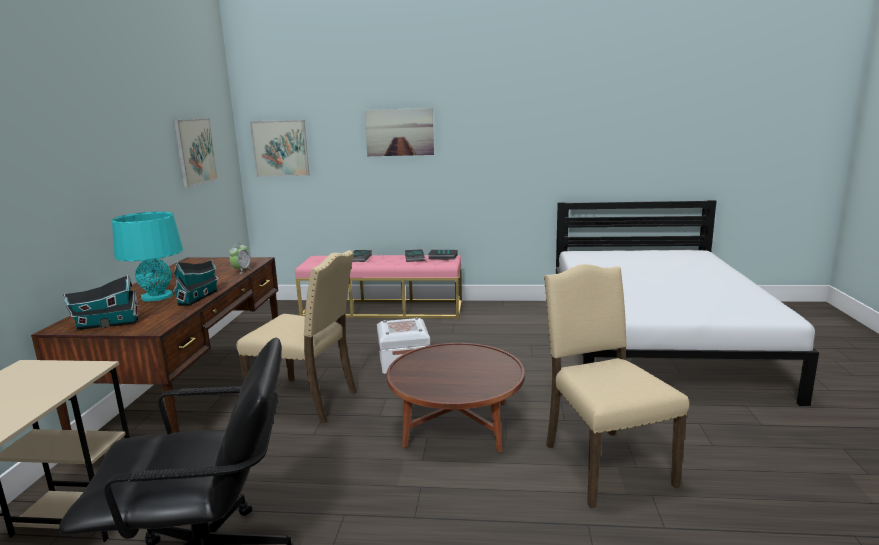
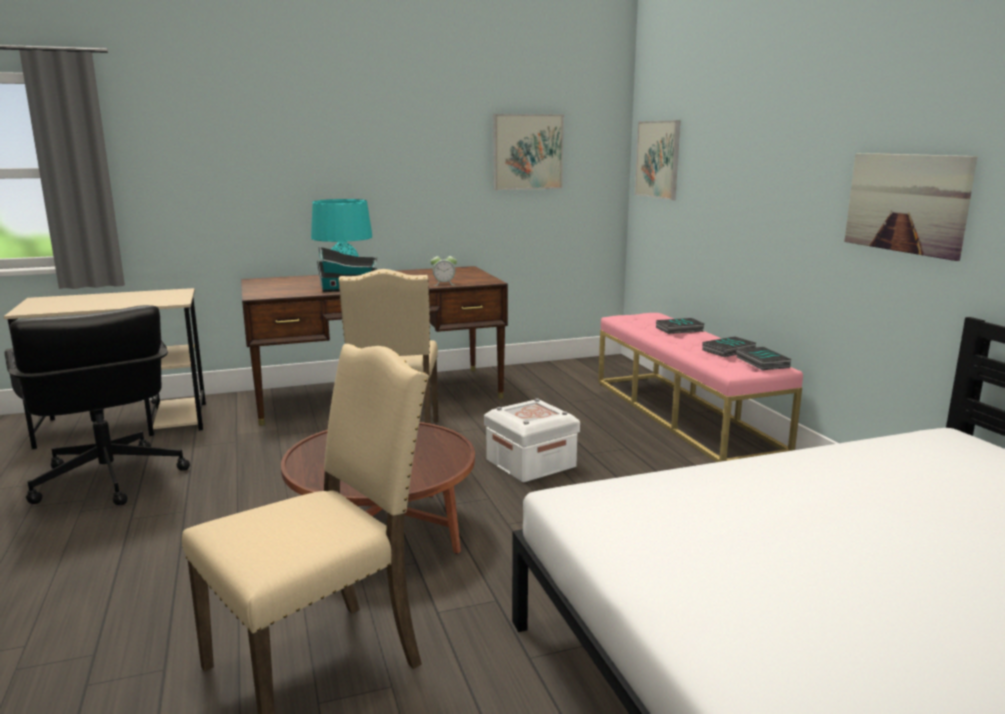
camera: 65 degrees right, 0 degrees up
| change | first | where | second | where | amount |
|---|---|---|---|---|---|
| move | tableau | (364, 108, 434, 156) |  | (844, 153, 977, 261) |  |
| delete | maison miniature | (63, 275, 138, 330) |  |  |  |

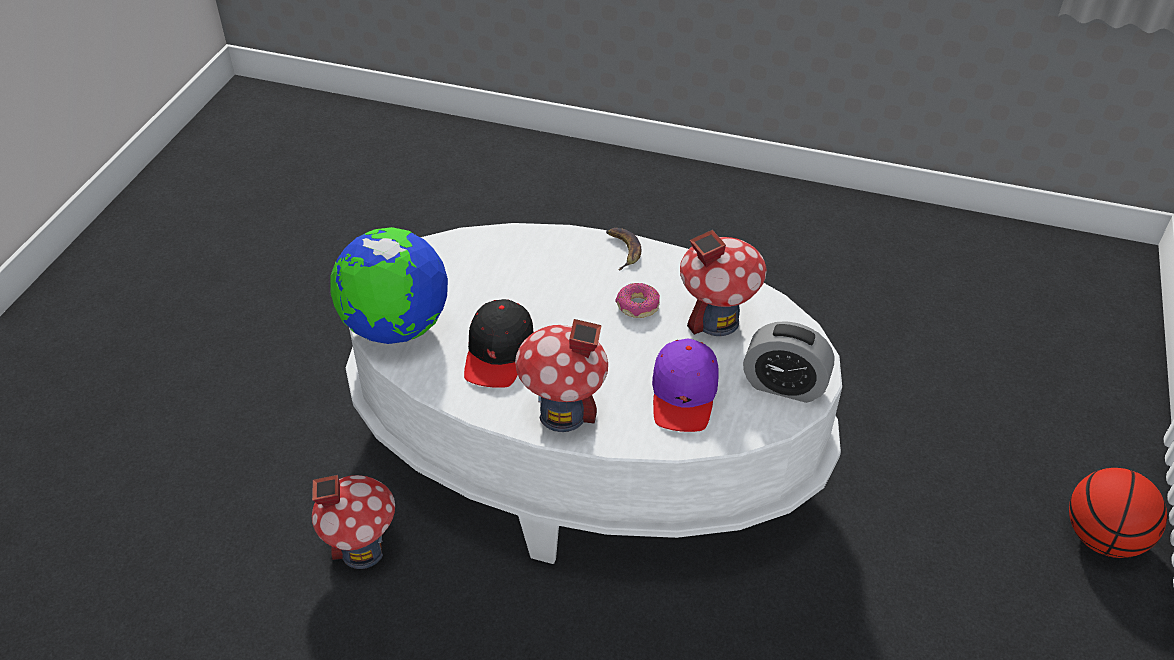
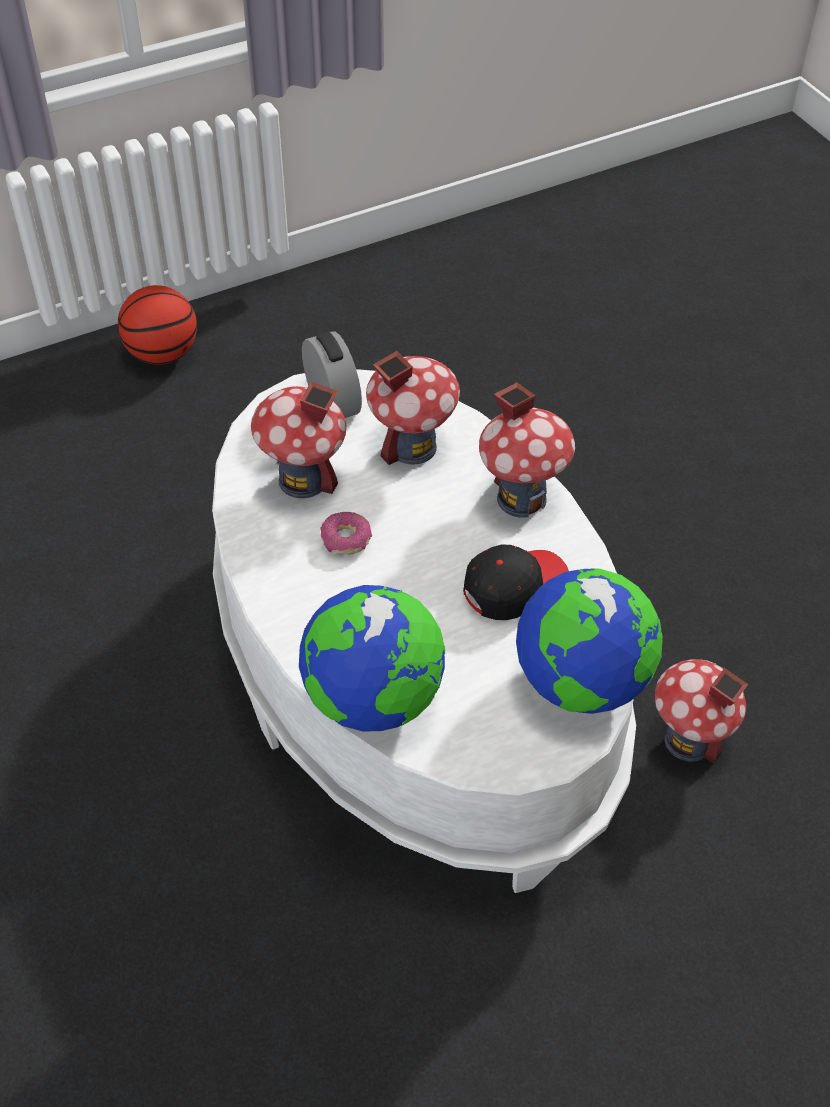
camera: 135 degrees left, 5 degrees up
| change | first | where | second | where | amount |
|---|---|---|---|---|---|
| insert |  |  | globe | (299, 585, 445, 732) |  |
| replace | casquette [violet] | (652, 339, 719, 432) | maison miniature | (366, 351, 460, 465) |  |
| delete | banane | (606, 228, 641, 270) |  |  |  |

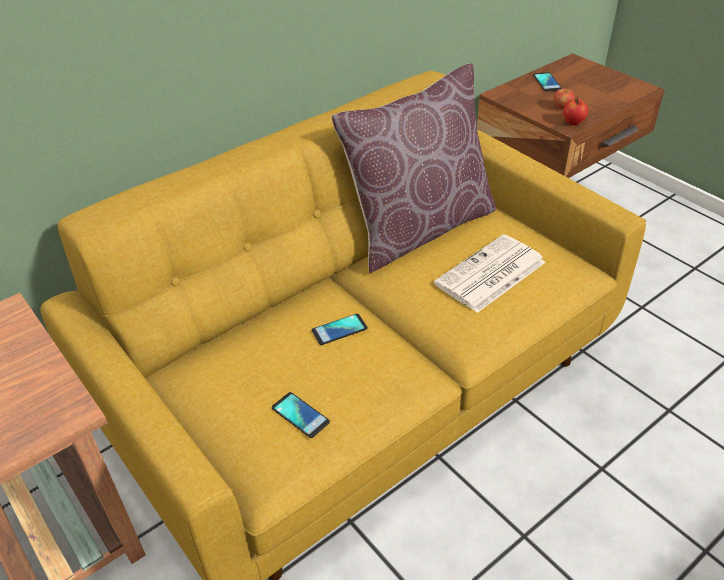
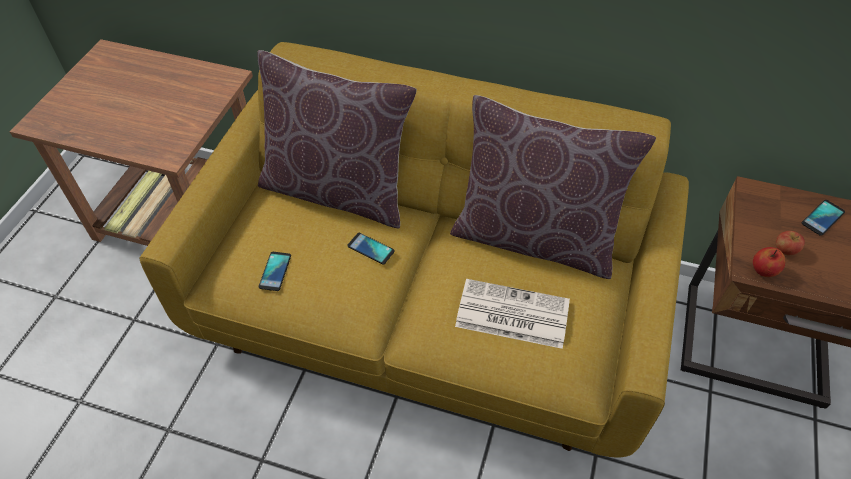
camera: 55 degrees right, 10 degrees up
| change | first | where | second | where | amount |
|---|---|---|---|---|---|
| insert |  |  | coussin [marron] | (257, 50, 417, 228) |  |

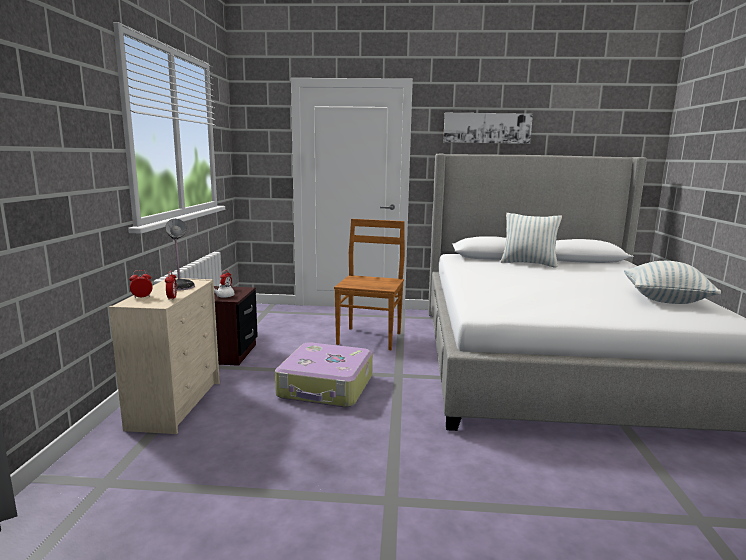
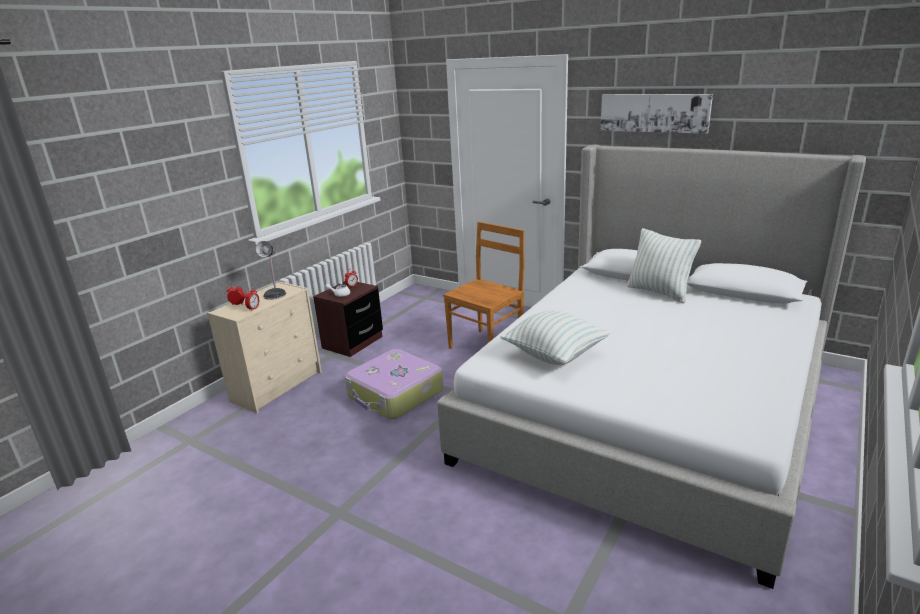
camera: 30 degrees right, 10 degrees up
| change | first | where | second | where | amount |
|---|---|---|---|---|---|
| move | coussin | (624, 261, 721, 304) |  | (500, 310, 610, 365) |  |

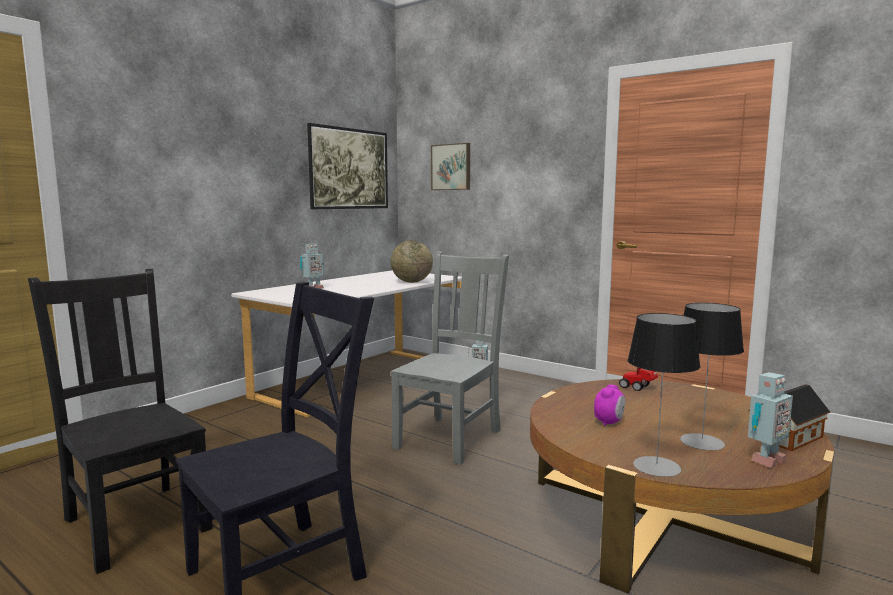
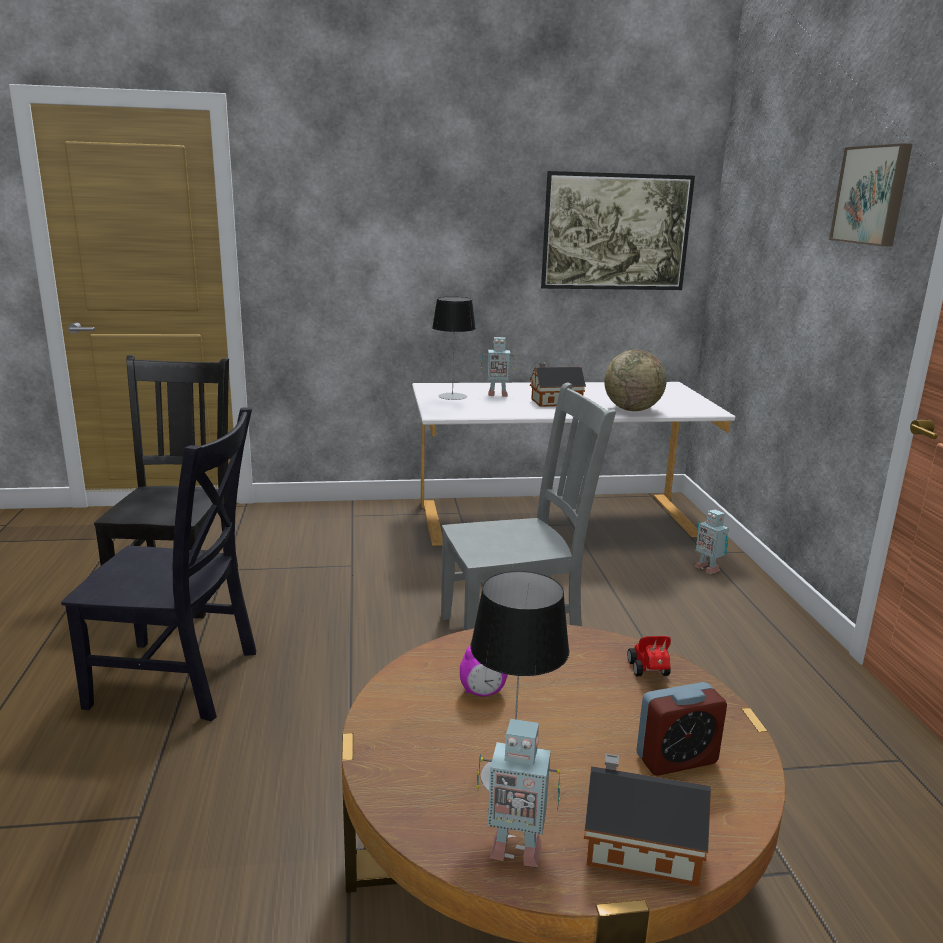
camera: 45 degrees right, 10 degrees up
| change | first | where | second | where | amount |
|---|---|---|---|---|---|
| move | lampe de table | (627, 313, 700, 477) |  | (432, 297, 476, 400) |  |
| insert |  |  | maison miniature | (530, 363, 586, 407) |  |
| insert |  |  | réveil | (636, 682, 727, 776) |  |
| move | tableau | (431, 143, 470, 190) |  | (829, 143, 912, 247) |  |

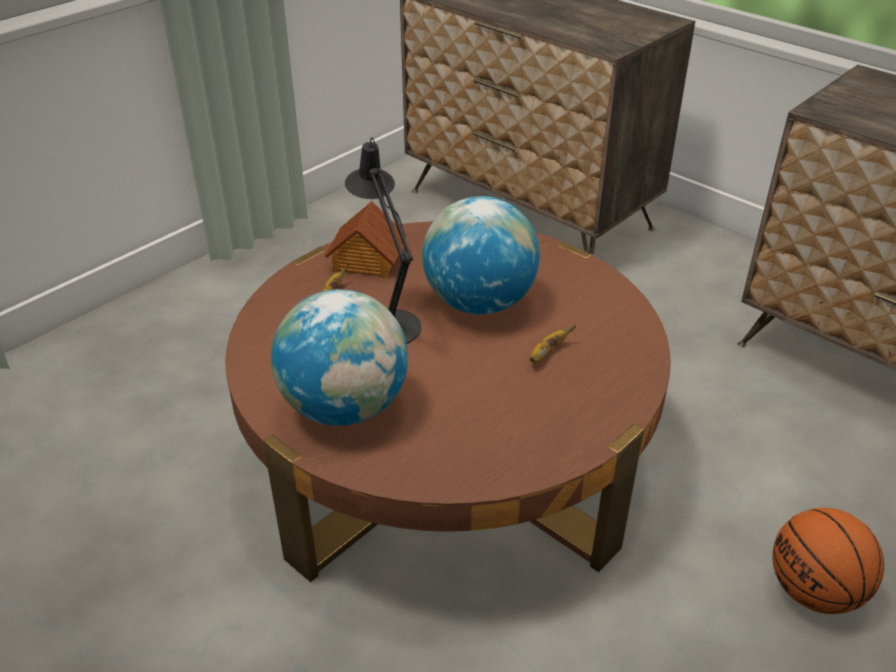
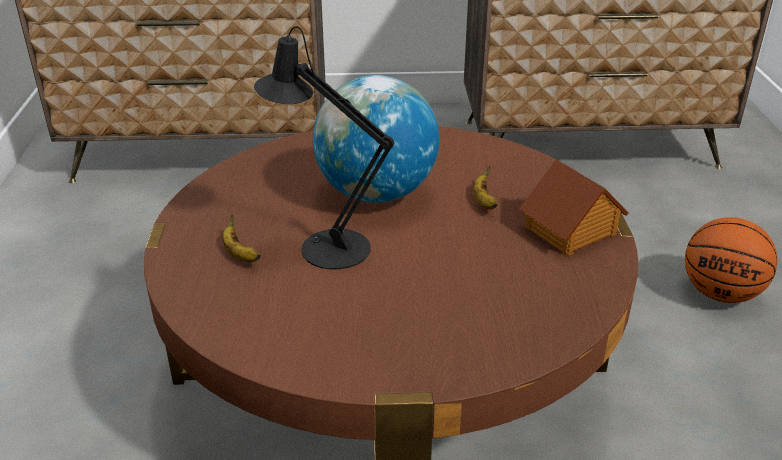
camera: 45 degrees left, 5 degrees down
| change | first | where | second | where | amount |
|---|---|---|---|---|---|
| move | maison miniature | (325, 201, 407, 278) |  | (519, 159, 629, 256) |  |
| delete | globe | (271, 289, 408, 426) |  |  |  |

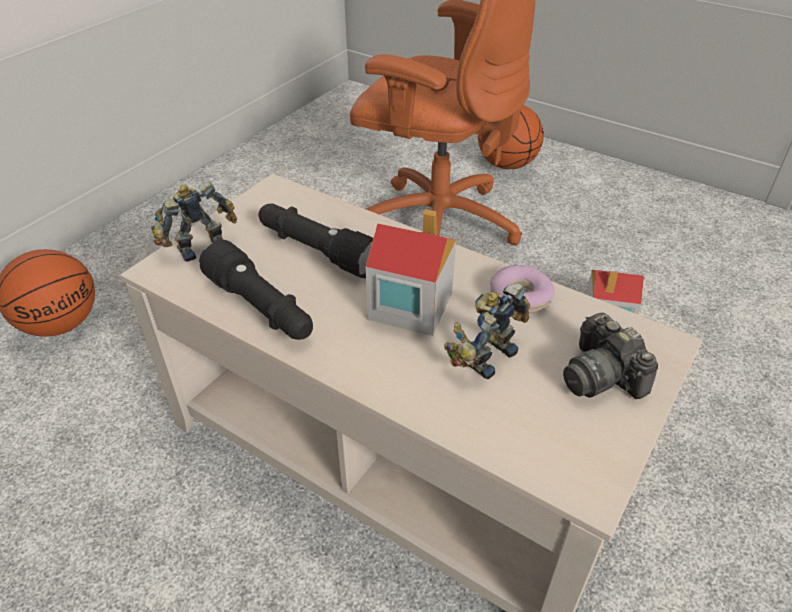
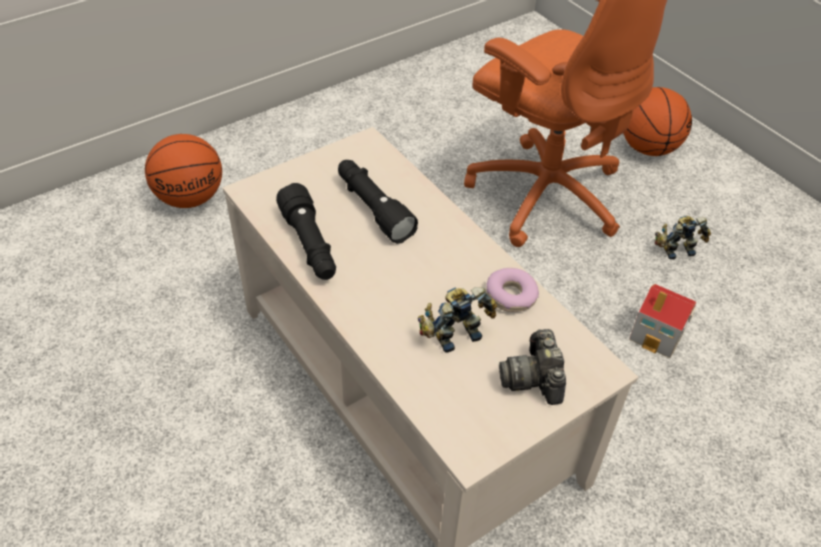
camera: 20 degrees right, 5 degrees up
| change | first | where | second | where | amount |
|---|---|---|---|---|---|
| move | robot jouet | (151, 182, 237, 262) |  | (655, 216, 711, 259) |  |
| delete | maison miniature | (366, 209, 456, 336) |  |  |  |

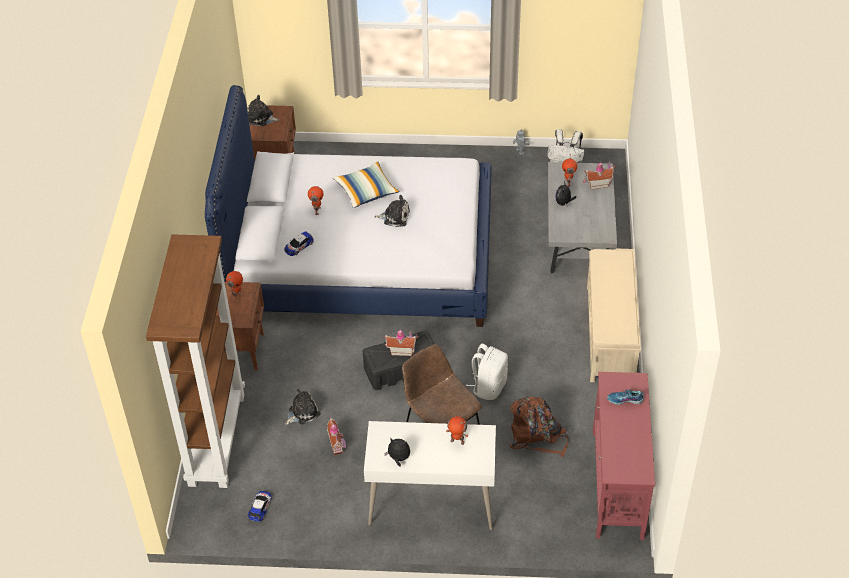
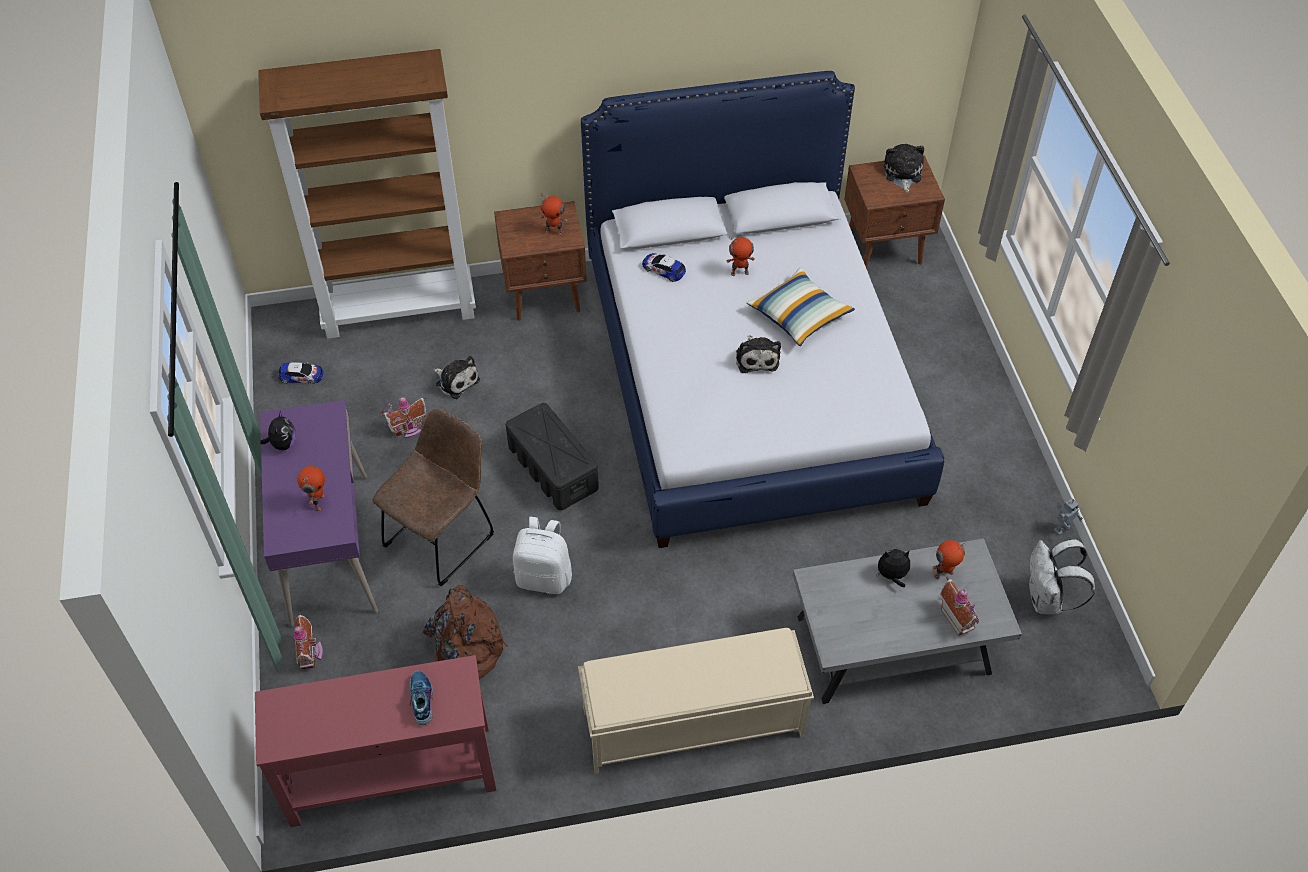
camera: 75 degrees right, 5 degrees up
| change | first | where | second | where | amount |
|---|---|---|---|---|---|
| recolor | bureau [blanc] | (364, 421, 496, 530) | bureau [violet] | (260, 400, 378, 627) |  |
| move | maison miniature | (383, 329, 418, 356) |  | (294, 612, 323, 669) |  |

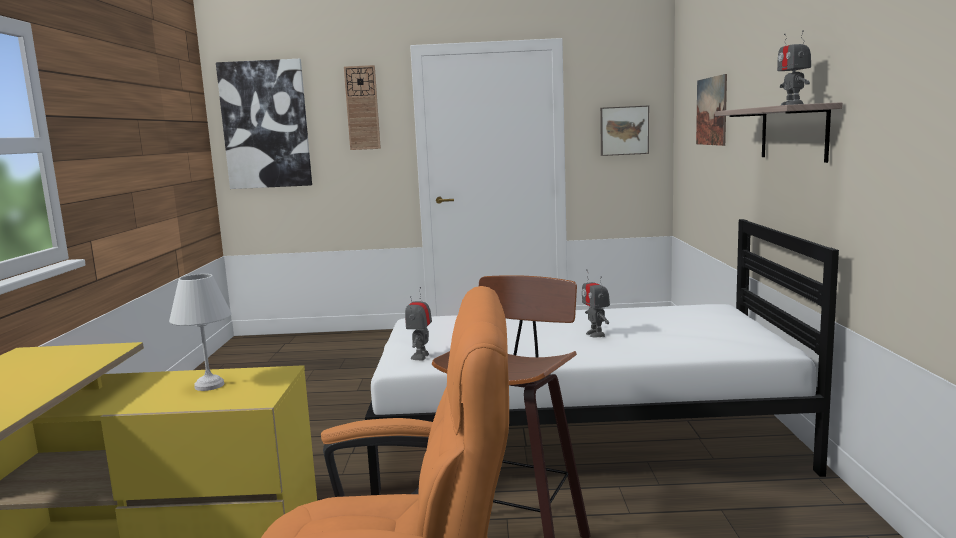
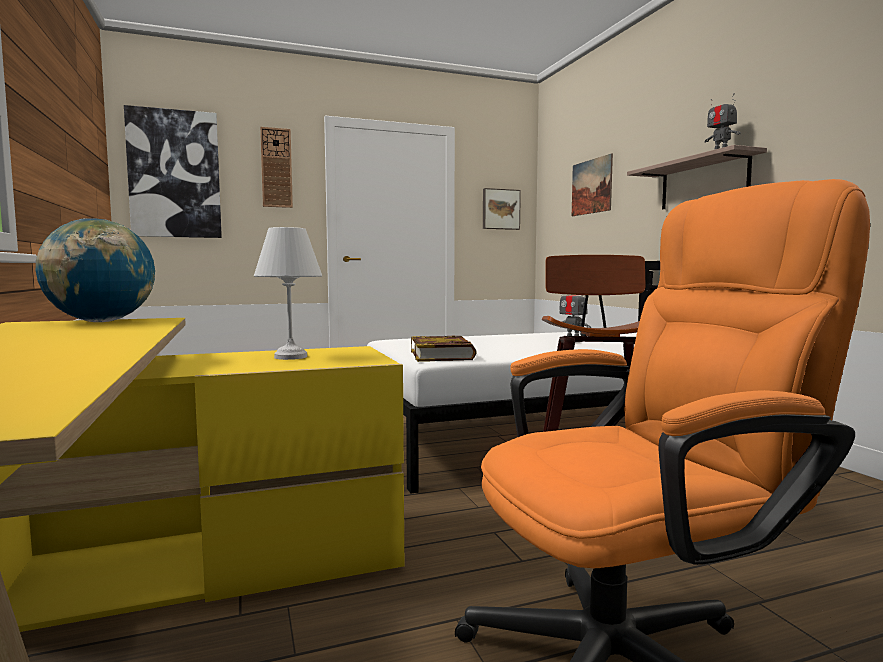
camera: 20 degrees left, 5 degrees down
| change | first | where | second | where | amount |
|---|---|---|---|---|---|
| insert |  |  | globe | (36, 218, 155, 322) |  |
| replace | robot jouet | (405, 287, 432, 360) | livre | (411, 335, 477, 362) |  |

